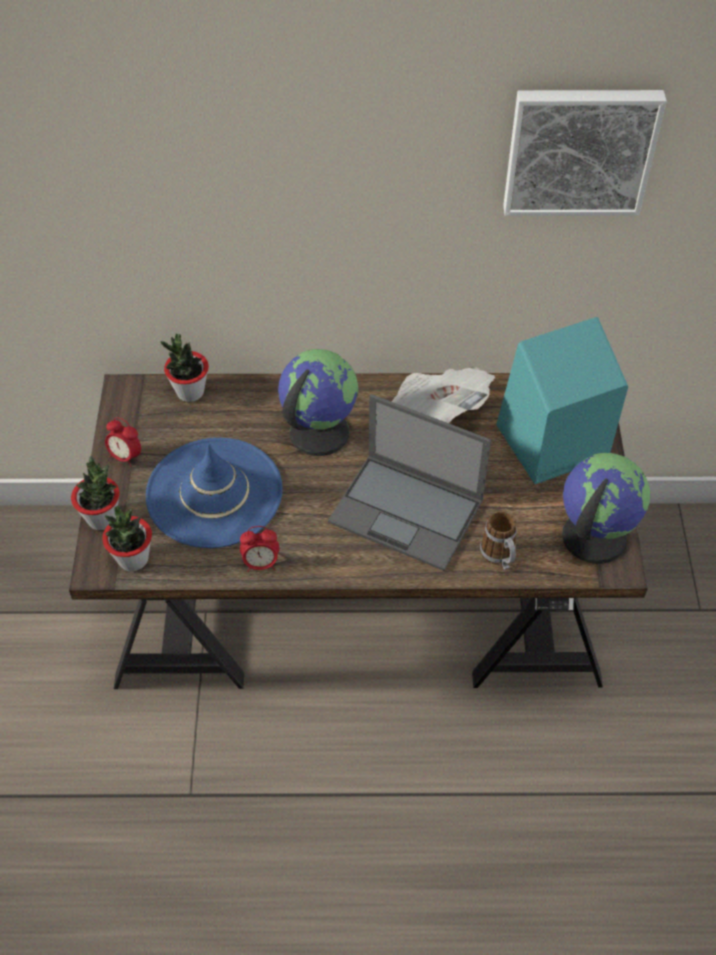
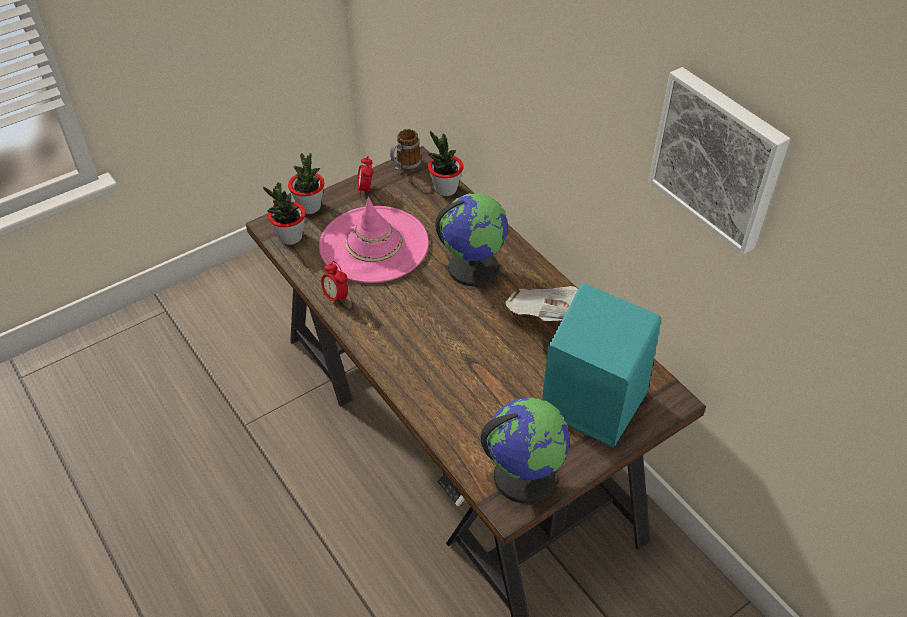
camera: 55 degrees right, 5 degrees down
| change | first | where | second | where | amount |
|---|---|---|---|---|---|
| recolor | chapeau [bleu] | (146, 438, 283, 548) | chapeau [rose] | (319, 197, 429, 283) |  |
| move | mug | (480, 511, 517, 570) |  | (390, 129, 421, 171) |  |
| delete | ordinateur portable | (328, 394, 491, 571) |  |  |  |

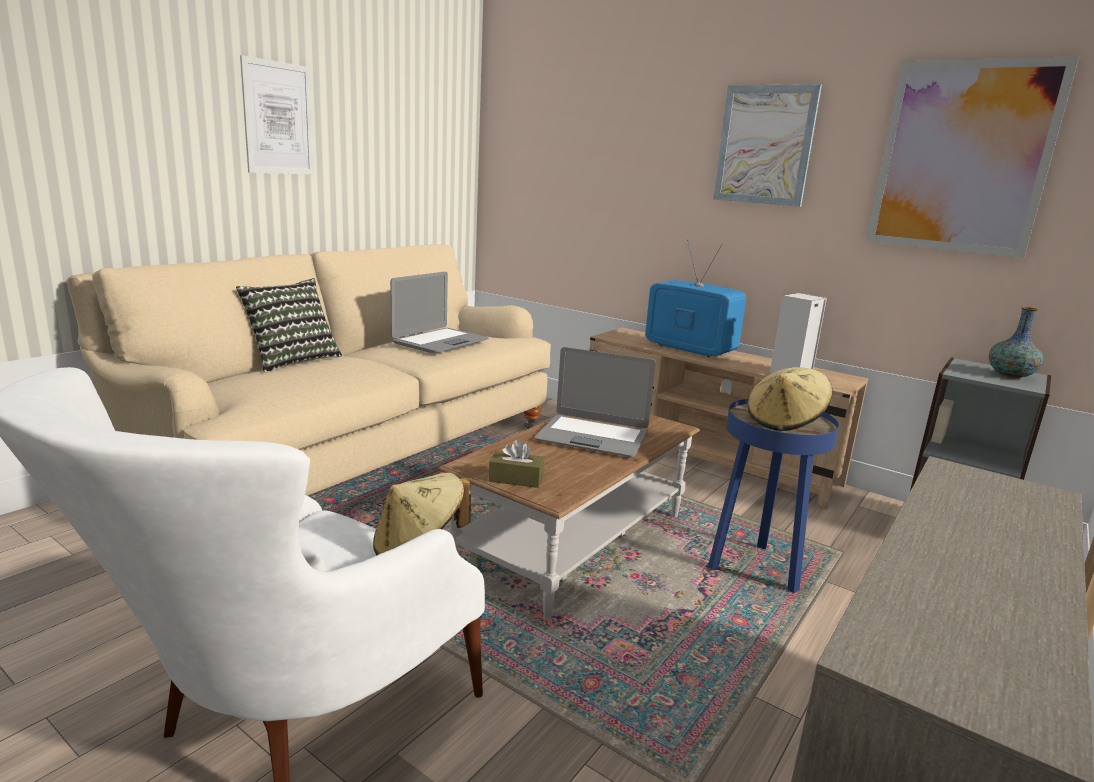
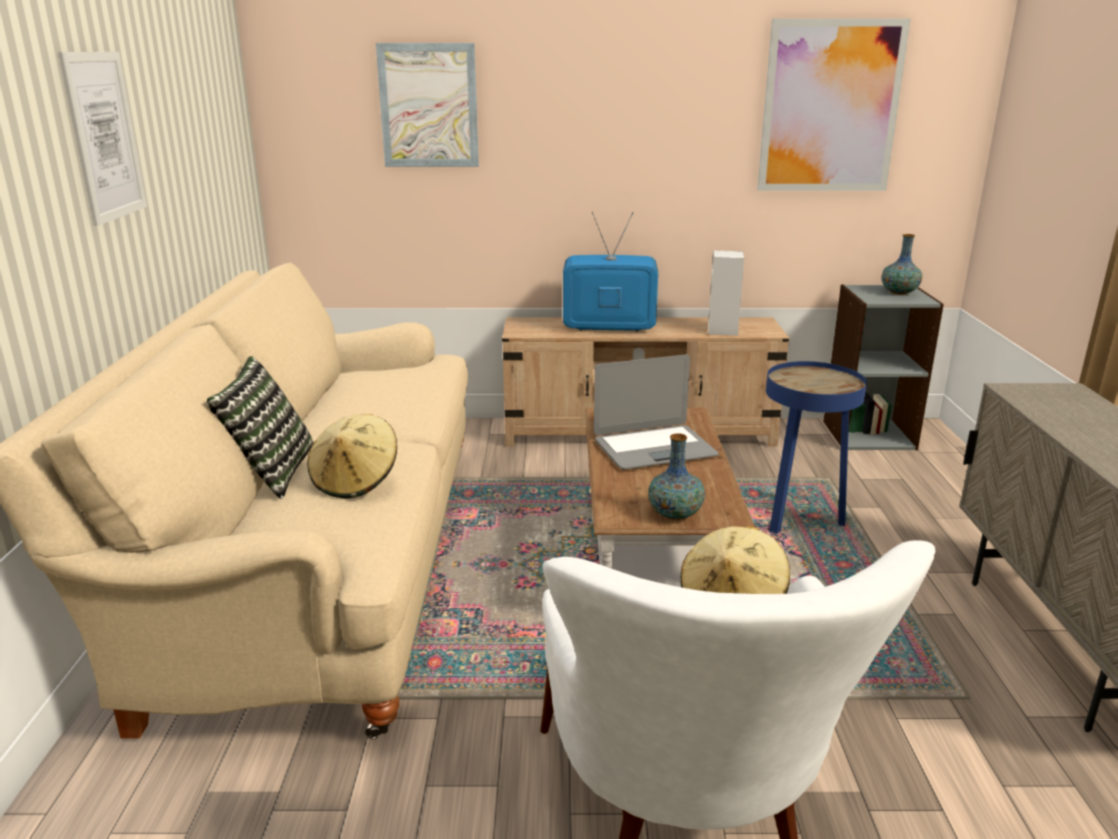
camera: 35 degrees left, 5 degrees up
| change | first | where | second | where | amount |
|---|---|---|---|---|---|
| move | chapeau [beige] | (747, 367, 833, 431) |  | (307, 414, 397, 498) |  |
| move | tableau | (713, 84, 822, 207) |  | (376, 43, 479, 167) |  |
| replace | boîte à mouchoirs [marron] | (489, 440, 544, 488) | vase | (648, 433, 705, 520) |  |
| delete | ordinateur portable | (390, 272, 489, 353) |  |  |  |

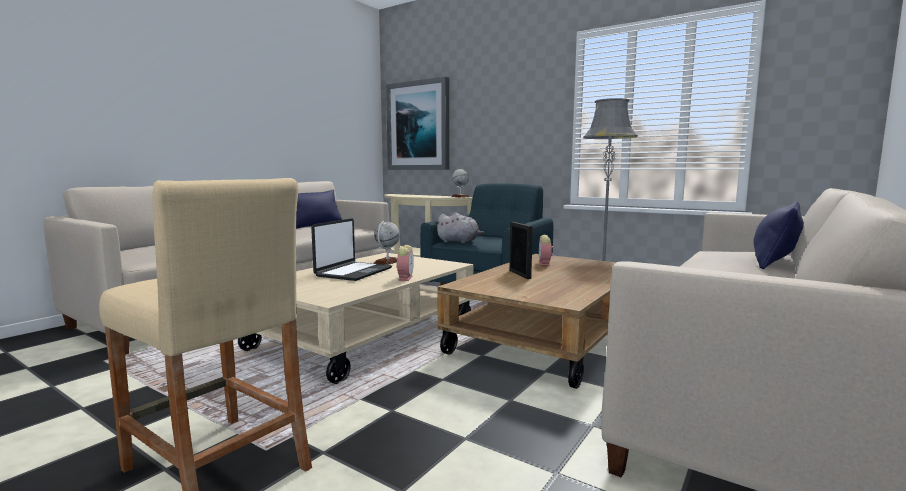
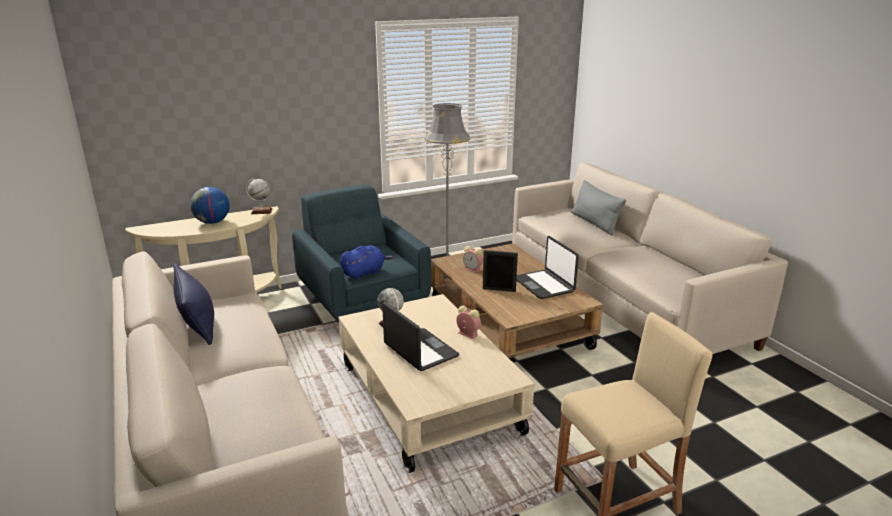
camera: 60 degrees left, 15 degrees up
| change | first | where | second | where | amount |
|---|---|---|---|---|---|
| insert |  |  | globe | (190, 187, 230, 224) |  |
| recolor | peluche [gris] | (435, 212, 484, 244) | peluche [bleu] | (340, 245, 394, 279) |  |
| insert |  |  | ordinateur portable | (516, 236, 579, 299) |  |
| recolor | coussin [bleu] | (753, 201, 804, 269) | coussin [gris] | (571, 180, 626, 236) |  |
| delete | tableau | (386, 77, 449, 170) |  |  |  |

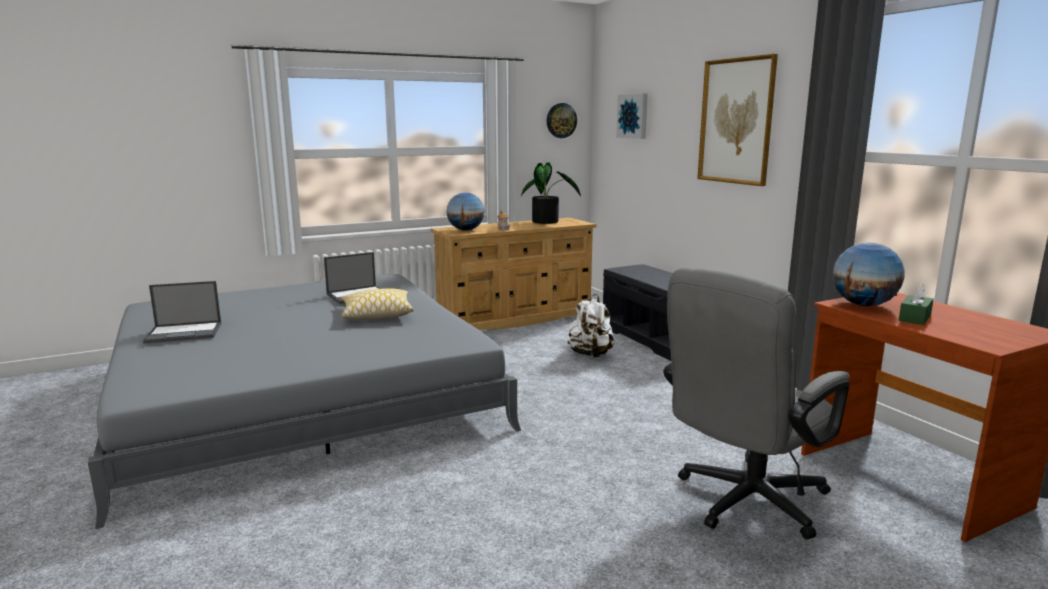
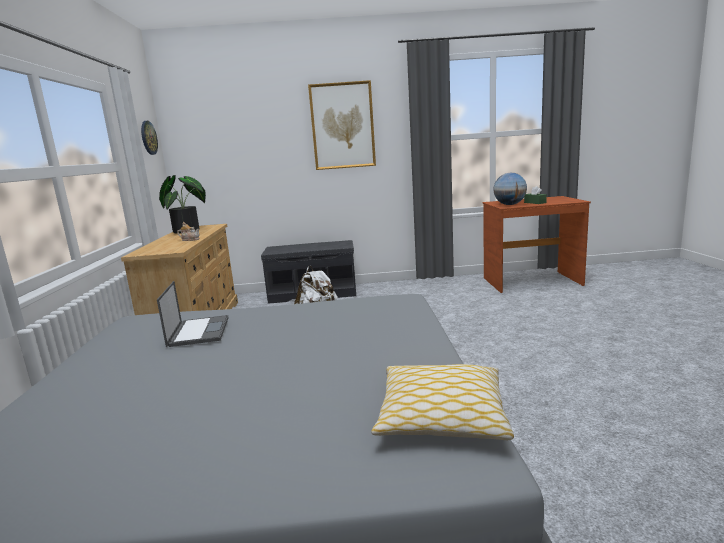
camera: 65 degrees left, 0 degrees up
| change | first | where | second | where | amount |
|---|---|---|---|---|---|
| move | coussin | (341, 288, 414, 320) |  | (371, 364, 514, 440) |  |
| delete | ordinateur portable | (143, 281, 221, 344) |  |  |  |
| delete | globe | (447, 192, 484, 231) |  |  |  |
| delete | tableau | (616, 93, 648, 139) |  |  |  |
| delete | chaise de bureau [gris] | (663, 268, 850, 539) |  |  |  |

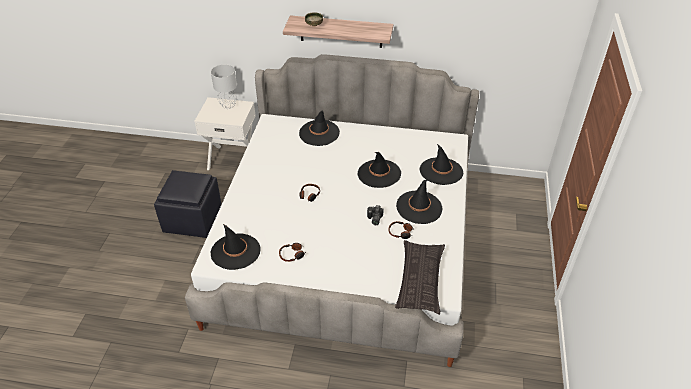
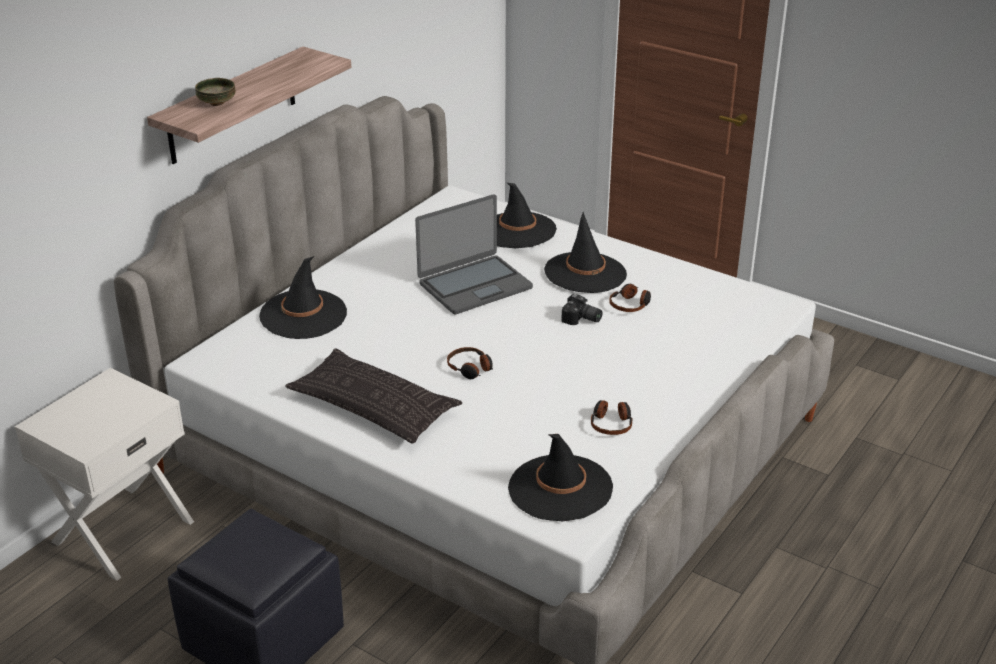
camera: 65 degrees left, 10 degrees down
| change | first | where | second | where | amount |
|---|---|---|---|---|---|
| move | coussin | (395, 240, 445, 315) |  | (285, 348, 462, 444) |  |
| replace | chapeau [noir] | (357, 152, 401, 188) | ordinateur portable | (415, 194, 533, 314) |  |
| delete | lampe de table [gris] | (211, 65, 237, 109) |  |  |  |

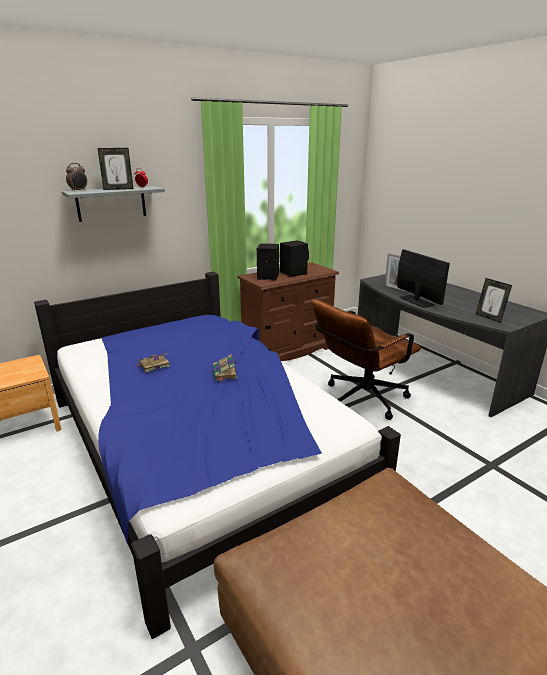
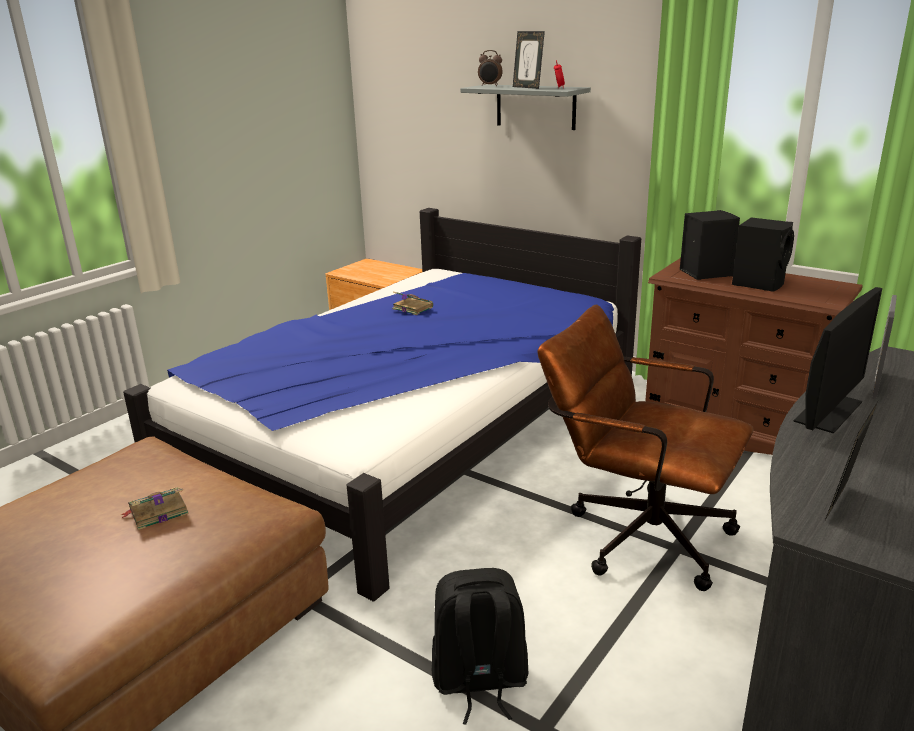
camera: 70 degrees right, 0 degrees up
| change | first | where | second | where | amount |
|---|---|---|---|---|---|
| move | livre | (213, 354, 237, 381) |  | (120, 487, 189, 530) |  |
| insert |  |  | sac à dos [noir] | (432, 568, 528, 724) |  |

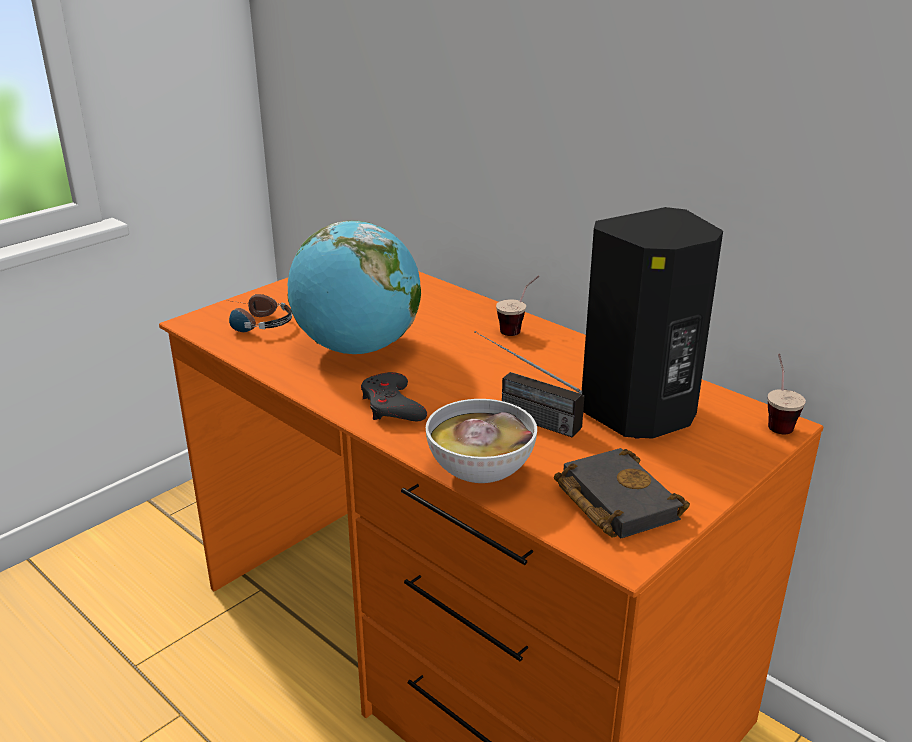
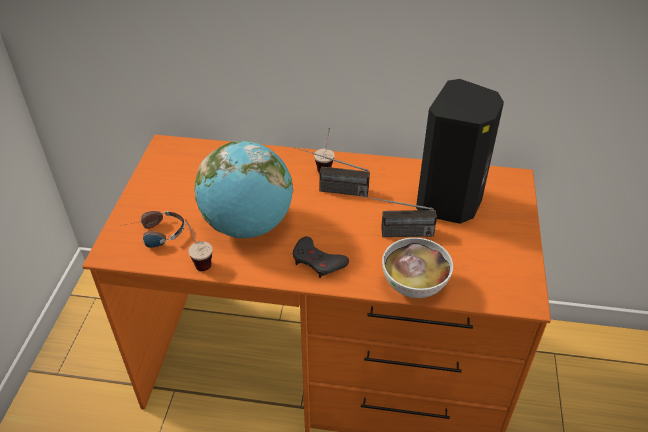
camera: 35 degrees left, 15 degrees up
| change | first | where | second | where | amount |
|---|---|---|---|---|---|
| move | tasse | (768, 354, 806, 434) |  | (185, 219, 213, 271) |  |
| insert |  |  | radio | (296, 148, 370, 197) |  |
| delete | livre [noir] | (554, 448, 690, 538) |  |  |  |

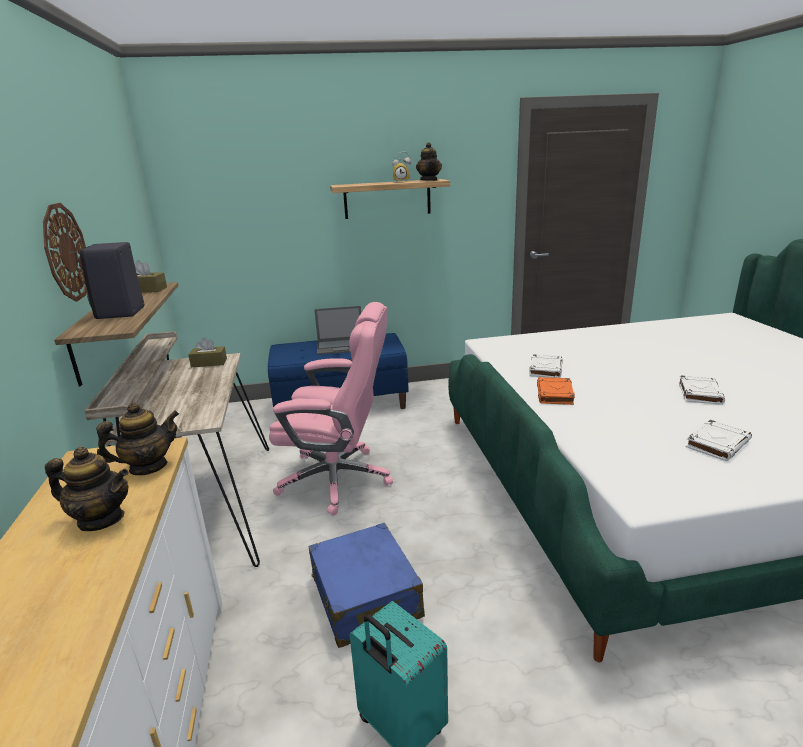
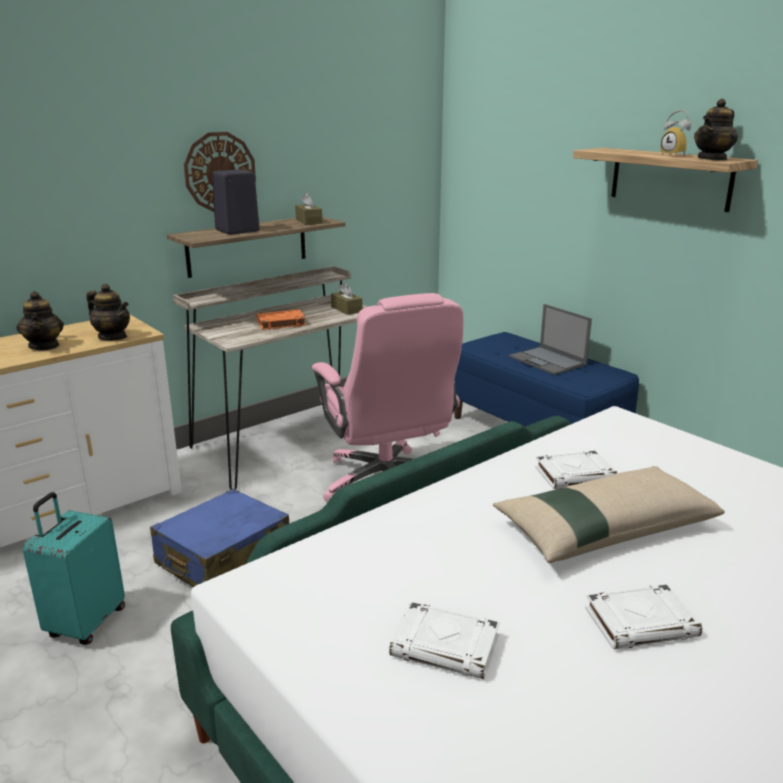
camera: 60 degrees right, 0 degrees up
| change | first | where | second | where | amount |
|---|---|---|---|---|---|
| move | livre [orange] | (537, 377, 575, 405) |  | (256, 309, 306, 330) |  |
| insert |  |  | coussin [beige] | (493, 466, 725, 563) |  |

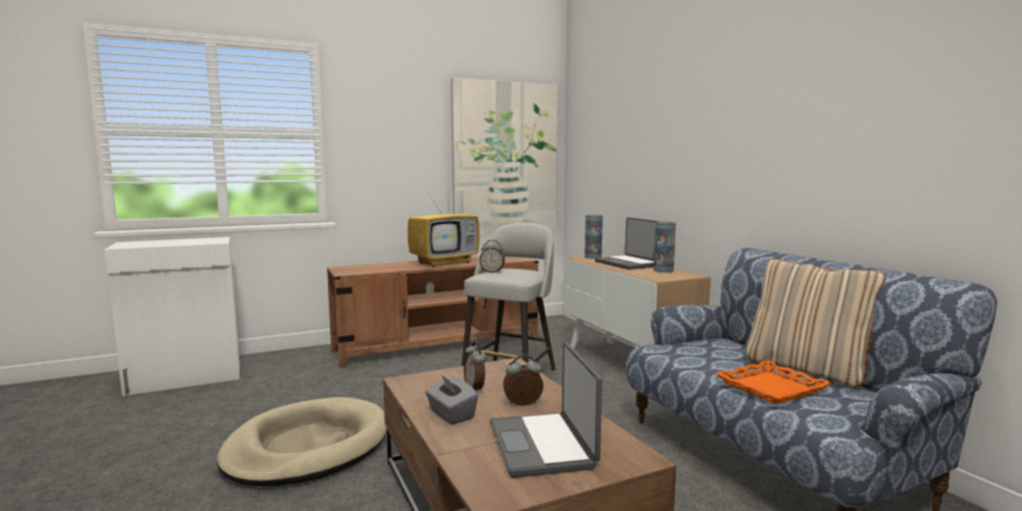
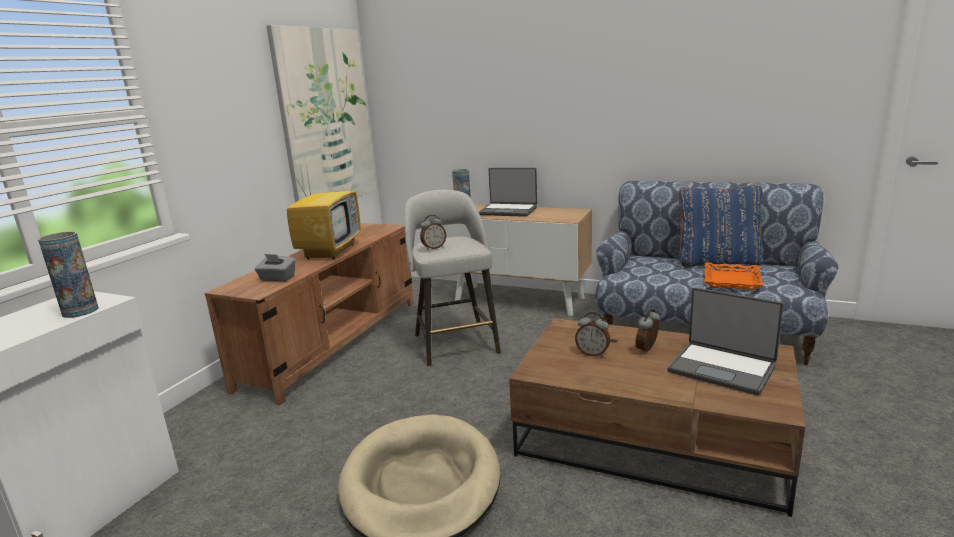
camera: 40 degrees left, 10 degrees up
| change | first | where | second | where | amount |
|---|---|---|---|---|---|
| move | vase | (654, 221, 676, 273) |  | (38, 232, 99, 318) |  |
| move | boîte à mouchoirs [gris] | (426, 374, 478, 425) |  | (255, 254, 296, 282) |  |
| recolor | coussin [beige] | (746, 259, 886, 387) | coussin [bleu] | (678, 185, 763, 267) |  |

